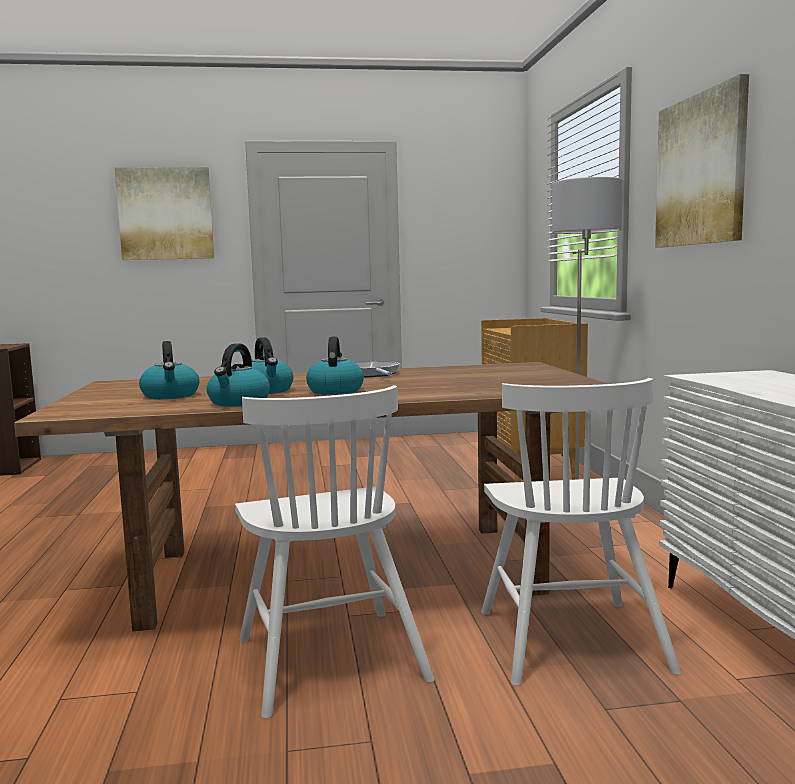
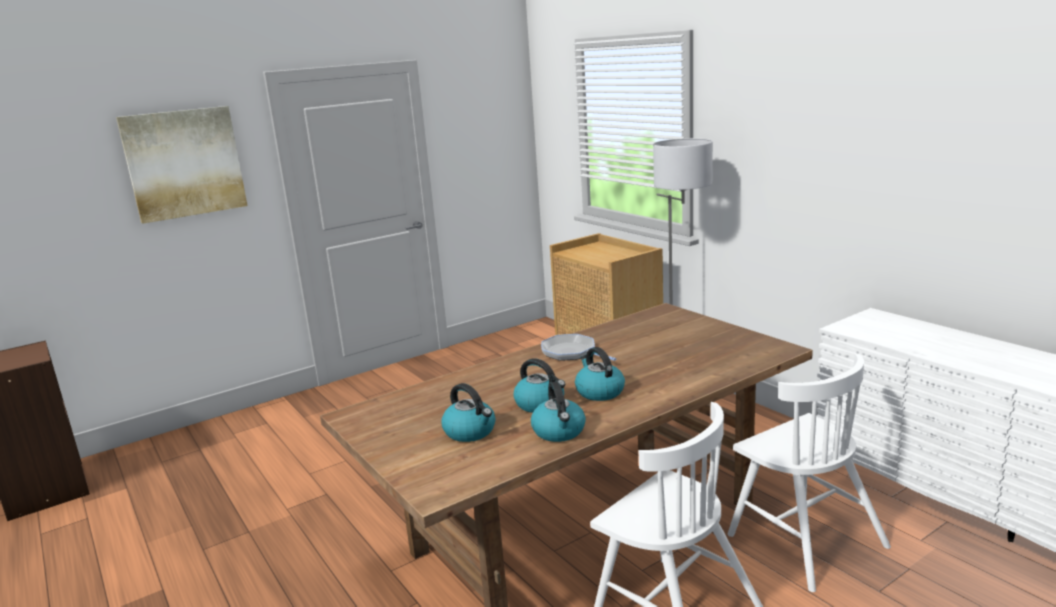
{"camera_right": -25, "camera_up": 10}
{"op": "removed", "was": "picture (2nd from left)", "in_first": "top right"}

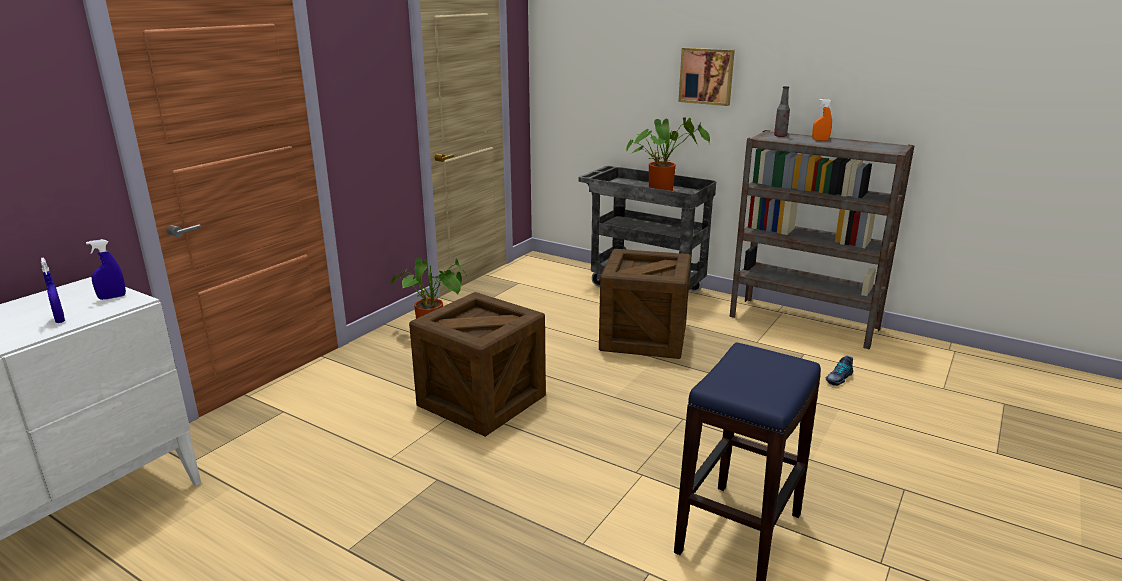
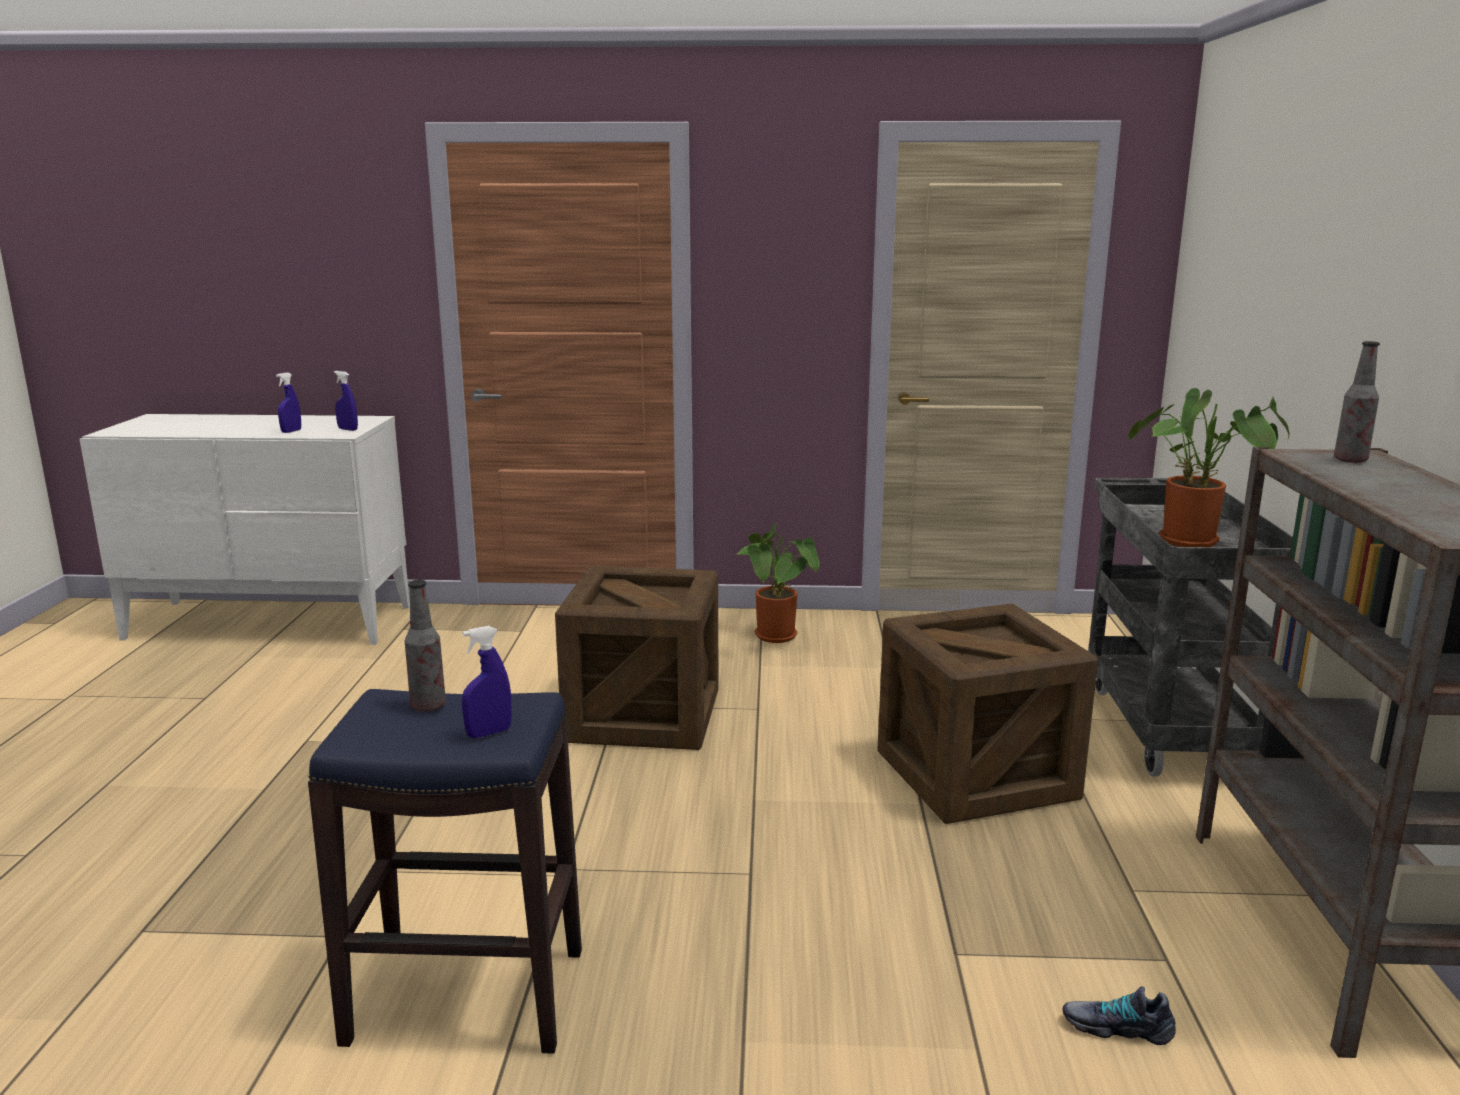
{"camera_right": 60, "camera_up": -5}
{"op": "removed", "was": "picture", "in_first": "top centre"}
{"op": "removed", "was": "spray bottle (orange)", "in_first": "top right"}
{"op": "added", "now": "bottle (1st from left)", "in_second": "middle left"}
{"op": "added", "now": "spray bottle (blue) (3rd from left)", "in_second": "centre"}

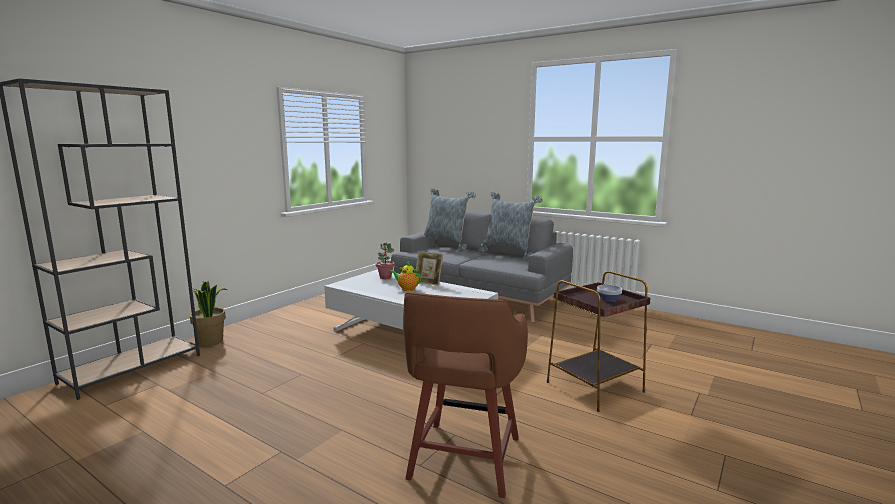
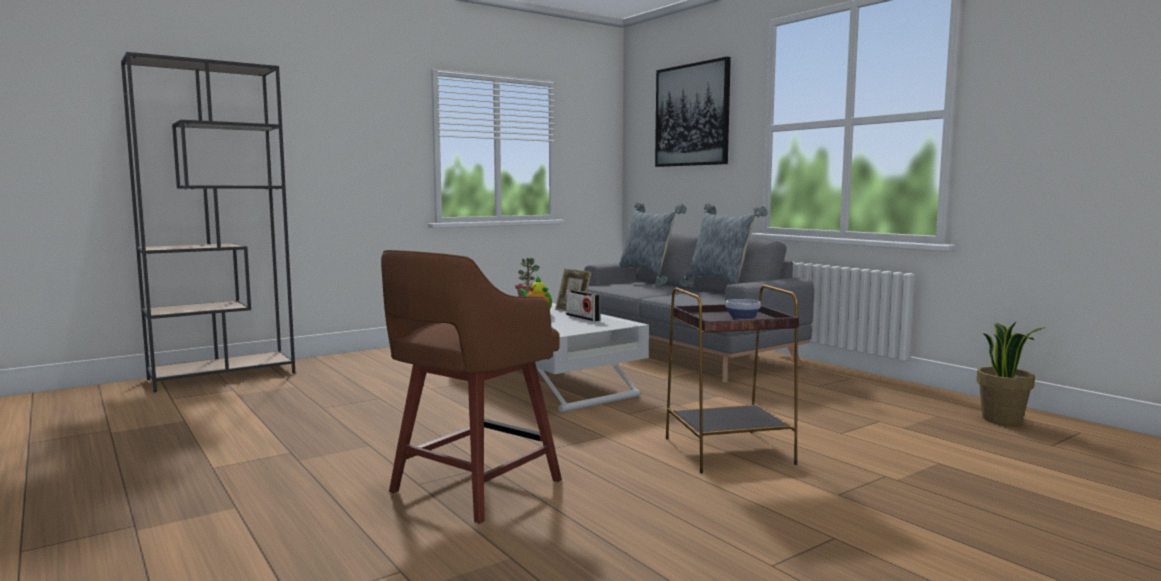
{"camera_right": 20, "camera_up": -5}
{"op": "moved", "was": "potted plant (1st from left in the first image)", "now": "potted plant (2nd from left)", "in_first": "middle left", "in_second": "middle right"}
{"op": "added", "now": "picture", "in_second": "top centre"}
{"op": "added", "now": "radio", "in_second": "centre"}

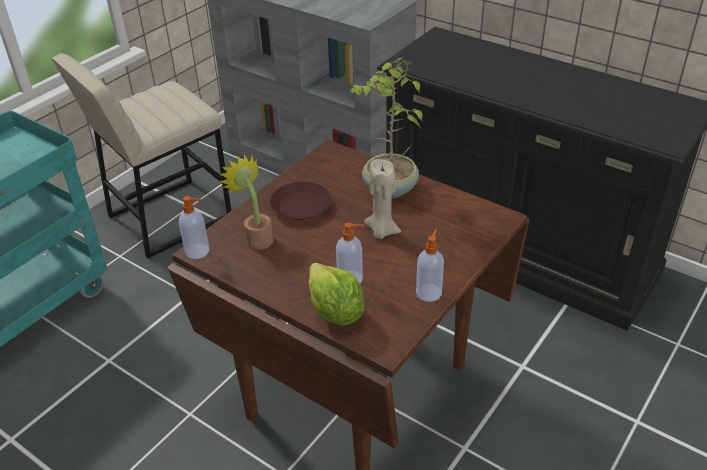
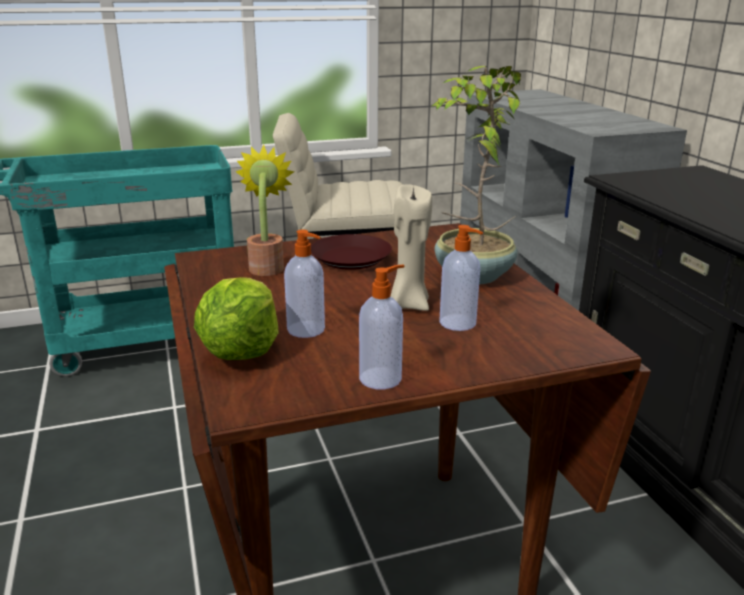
{"camera_right": 35, "camera_up": -15}
{"op": "moved", "was": "soap dispenser (1st from left in the first image)", "now": "soap dispenser (3rd from left)", "in_first": "middle left", "in_second": "centre"}

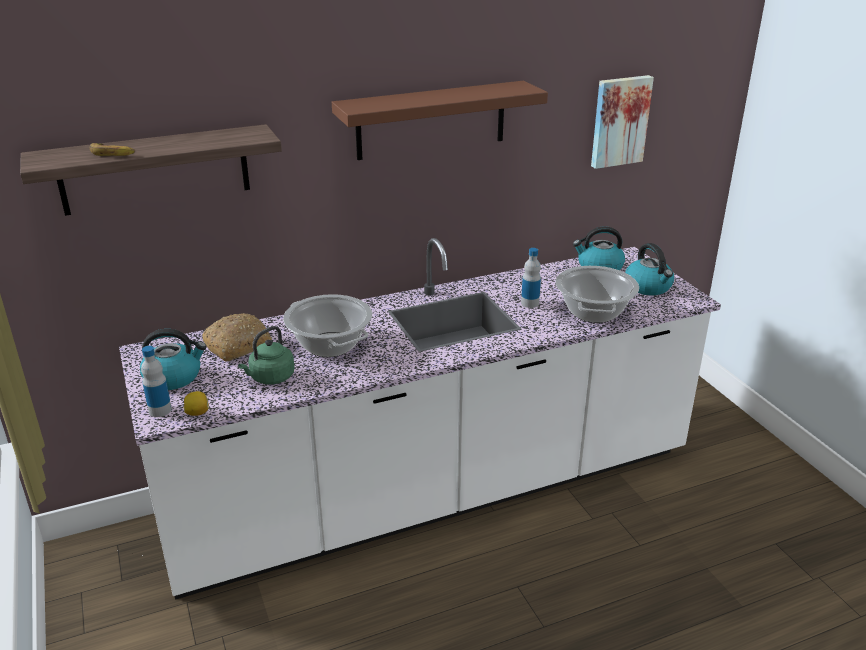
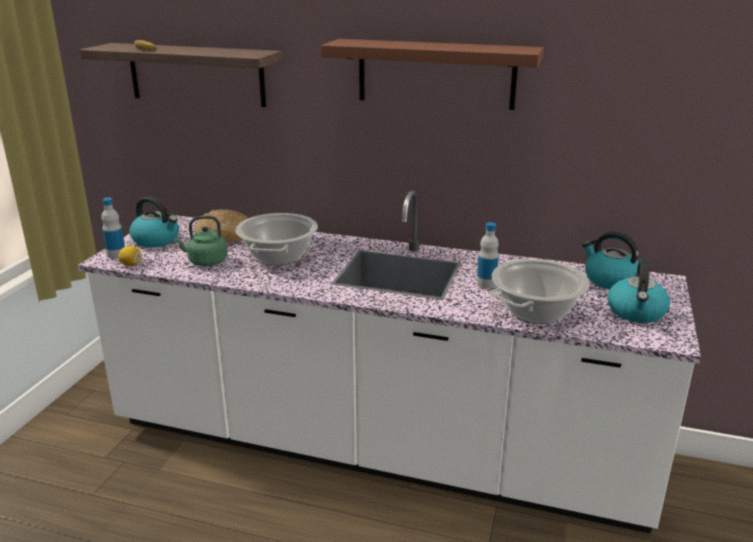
{"camera_right": 40, "camera_up": -5}
{"op": "removed", "was": "picture", "in_first": "top right"}

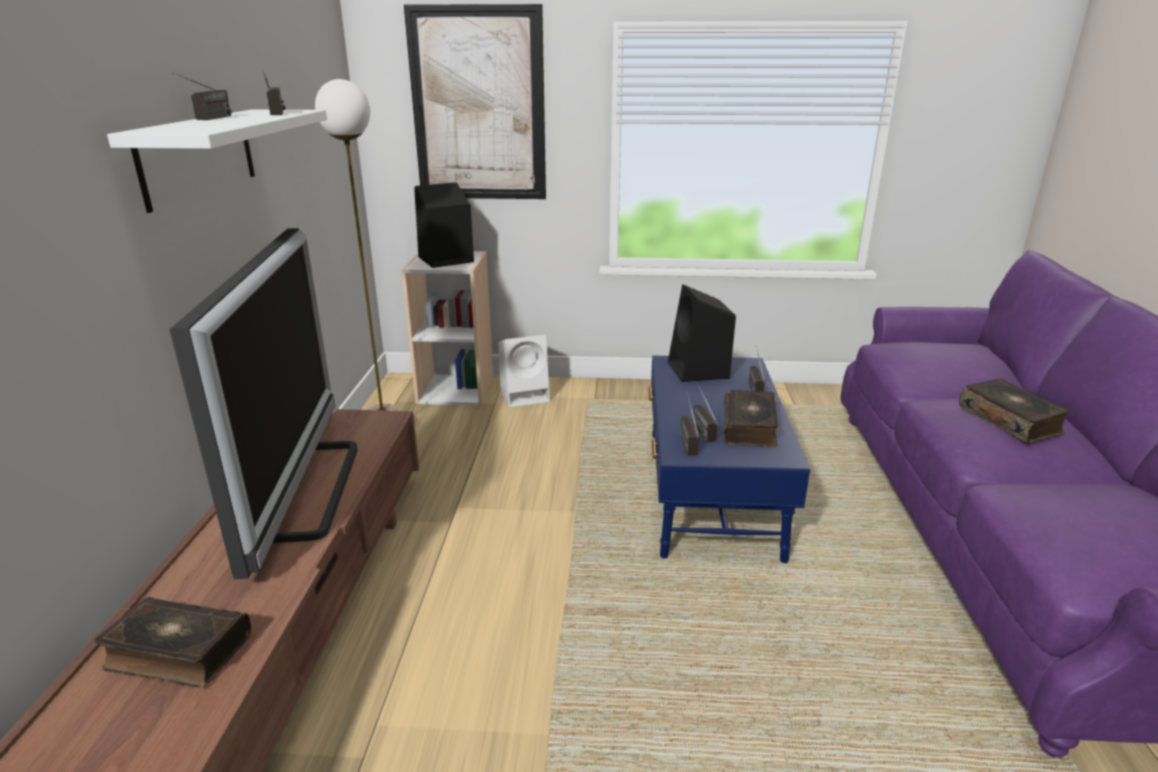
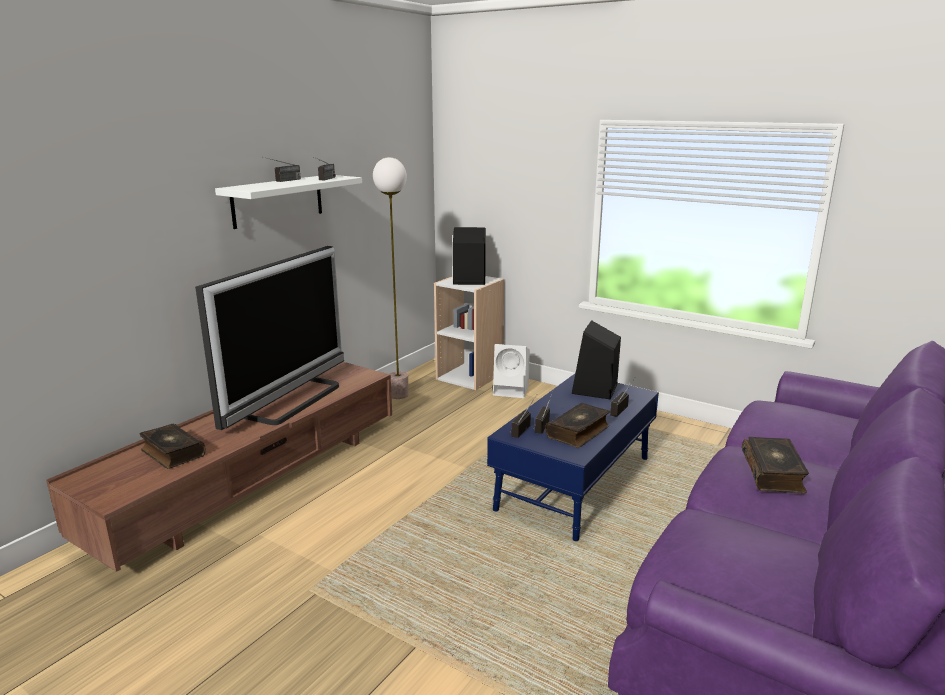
{"camera_right": 30, "camera_up": -5}
{"op": "removed", "was": "picture", "in_first": "top centre"}

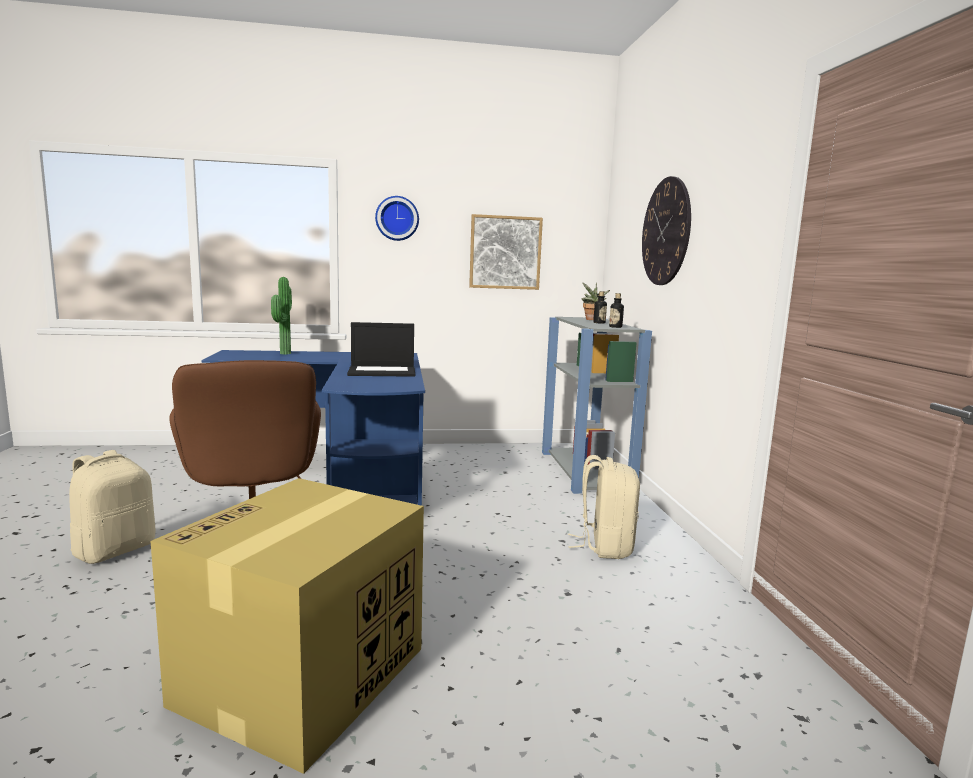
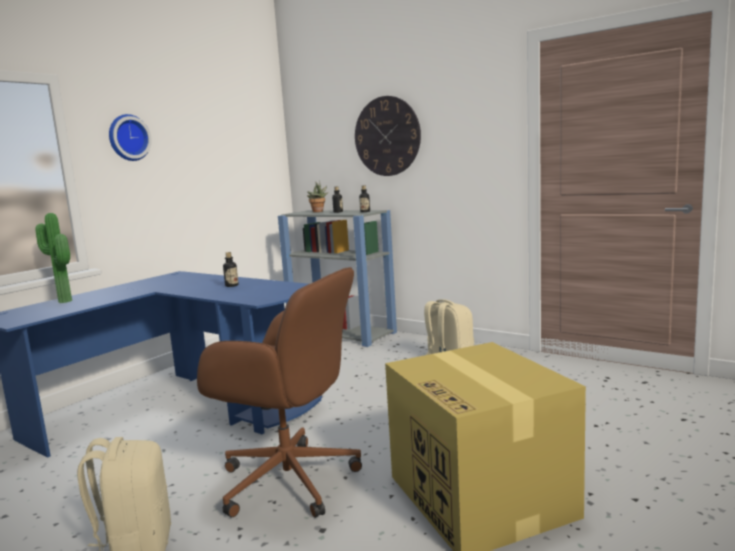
{"camera_right": -45, "camera_up": 0}
{"op": "removed", "was": "picture", "in_first": "top centre"}
{"op": "replaced", "was": "laptop", "now": "bottle (1st from left)", "in_first": "centre", "in_second": "middle left"}

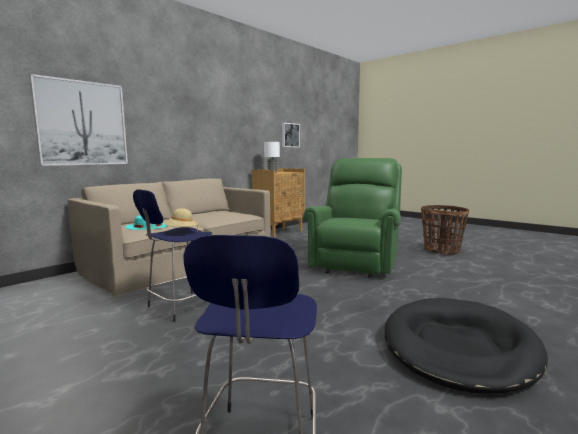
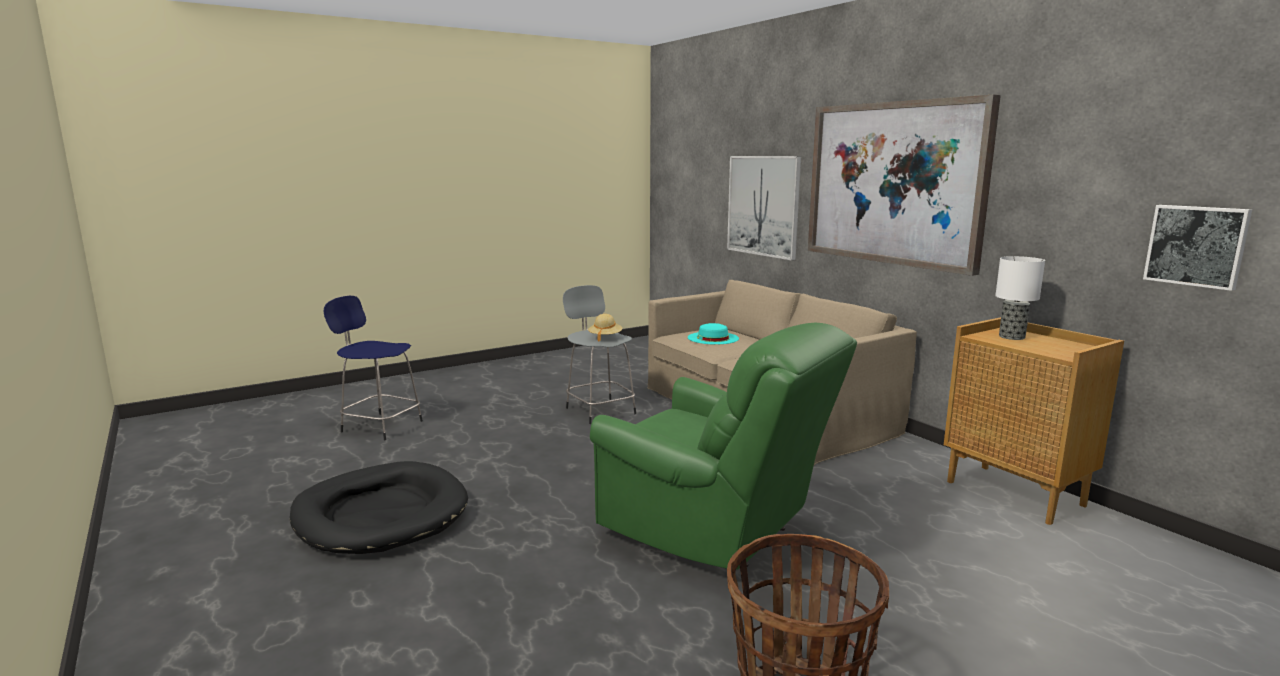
{"camera_right": 105, "camera_up": 5}
{"op": "recoloured", "was": "stool (blue) (1st from left)", "now": "stool (grey)", "in_first": "middle left", "in_second": "centre"}
{"op": "added", "now": "picture (2nd from left)", "in_second": "top right"}

